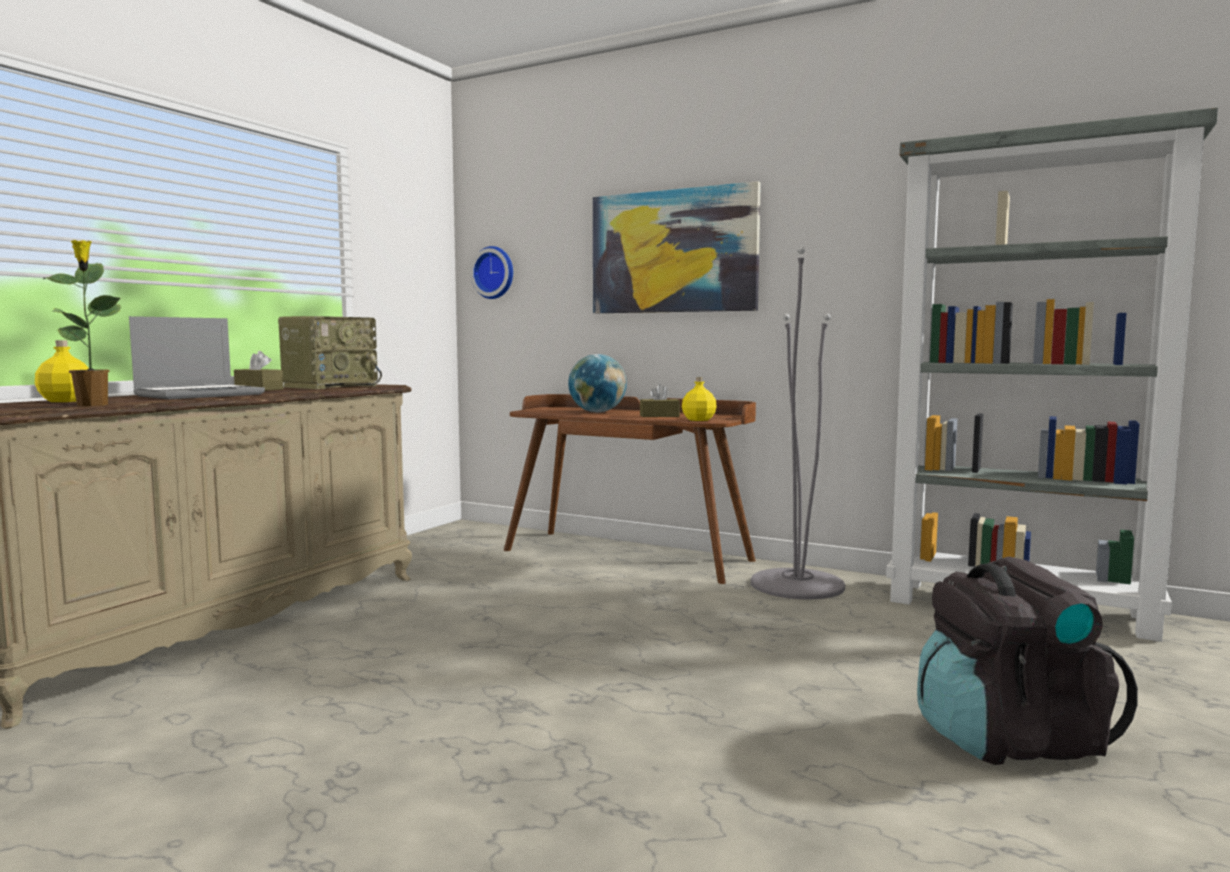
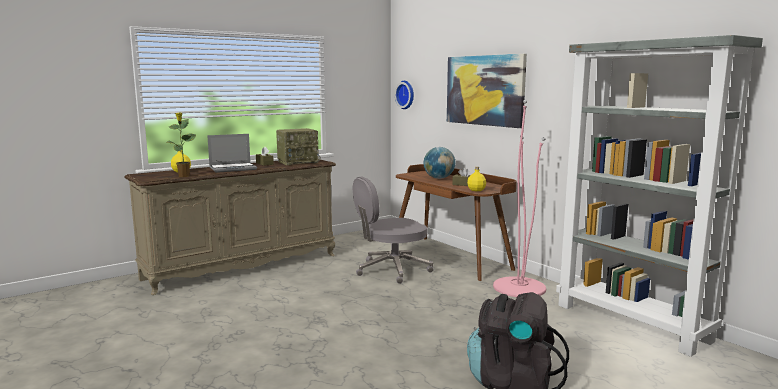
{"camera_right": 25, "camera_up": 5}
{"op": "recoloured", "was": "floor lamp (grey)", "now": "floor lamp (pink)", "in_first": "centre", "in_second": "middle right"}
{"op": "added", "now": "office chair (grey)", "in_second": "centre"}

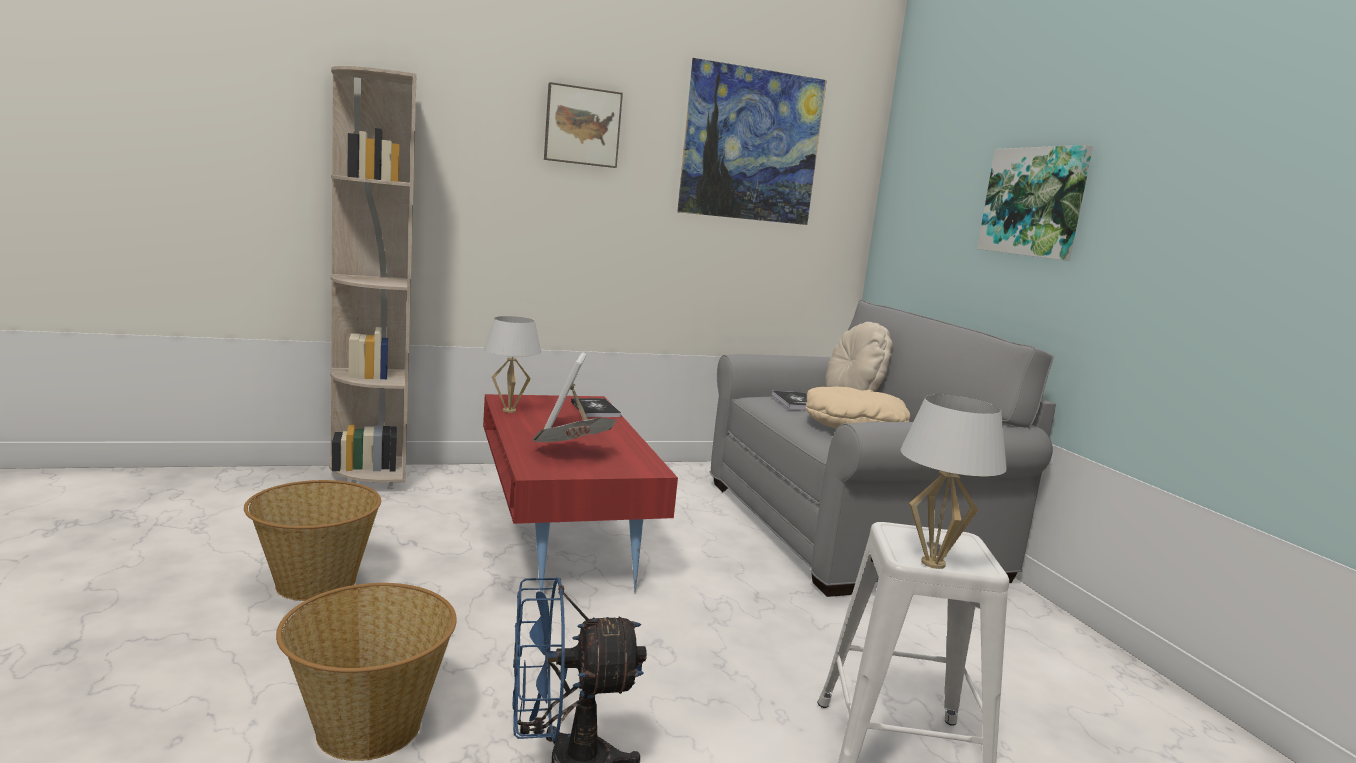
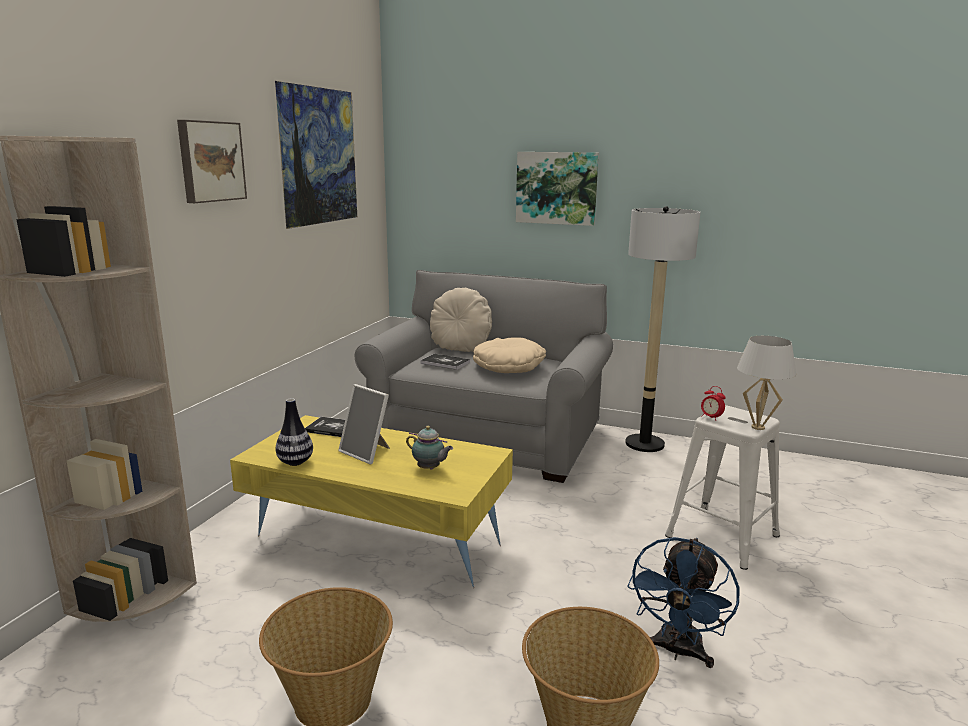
{"camera_right": -50, "camera_up": 5}
{"op": "replaced", "was": "table lamp (white) (1st from left)", "now": "vase", "in_first": "centre", "in_second": "middle left"}
{"op": "recoloured", "was": "coffee table (red)", "now": "coffee table (yellow)", "in_first": "centre", "in_second": "bottom centre"}
{"op": "replaced", "was": "newspaper", "now": "teapot", "in_first": "centre", "in_second": "centre"}
{"op": "added", "now": "floor lamp", "in_second": "middle right"}
{"op": "added", "now": "alarm clock", "in_second": "middle right"}

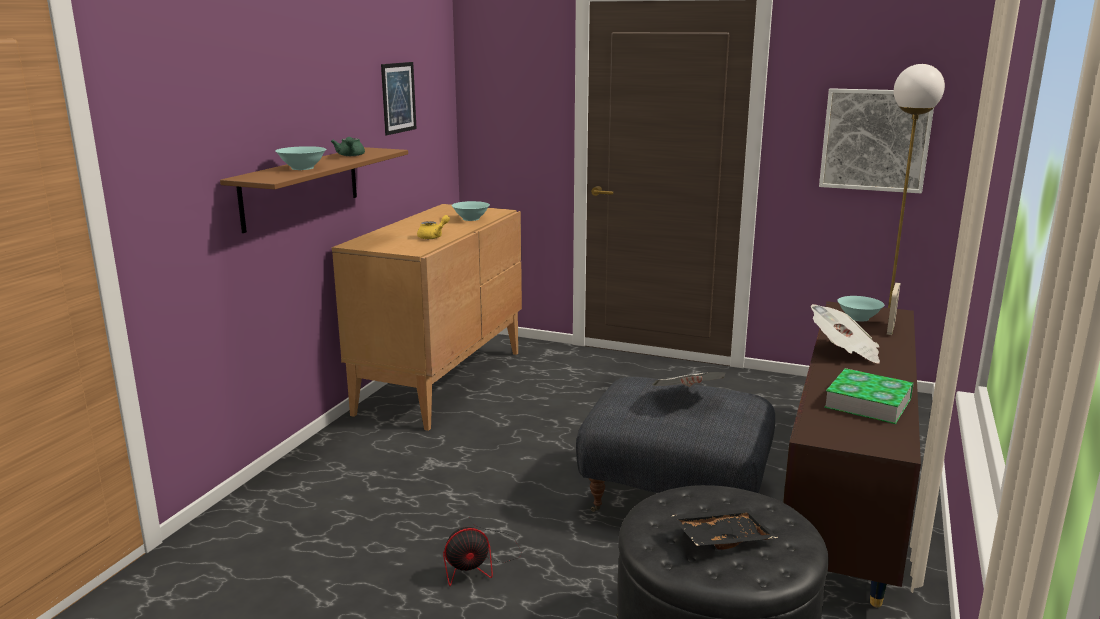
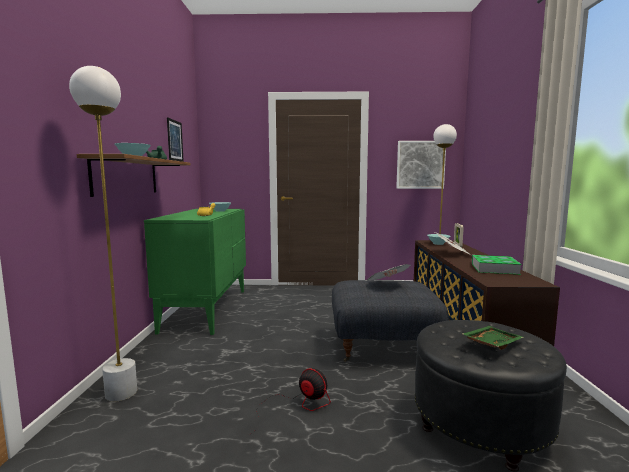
{"camera_right": -20, "camera_up": -10}
{"op": "recoloured", "was": "cabinet (brown)", "now": "cabinet (green)", "in_first": "centre", "in_second": "middle left"}
{"op": "recoloured", "was": "tray (black)", "now": "tray (green)", "in_first": "bottom centre", "in_second": "bottom right"}
{"op": "turned", "was": "fan", "in_first": "bottom centre", "in_second": "bottom centre", "clockwise": -105}
{"op": "added", "now": "floor lamp (white) (1st from left)", "in_second": "middle left"}

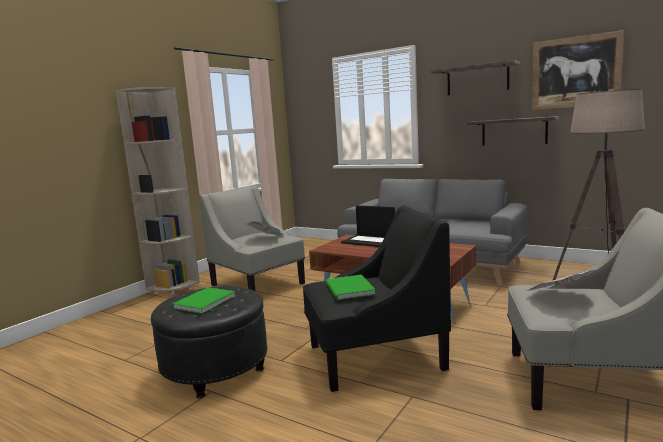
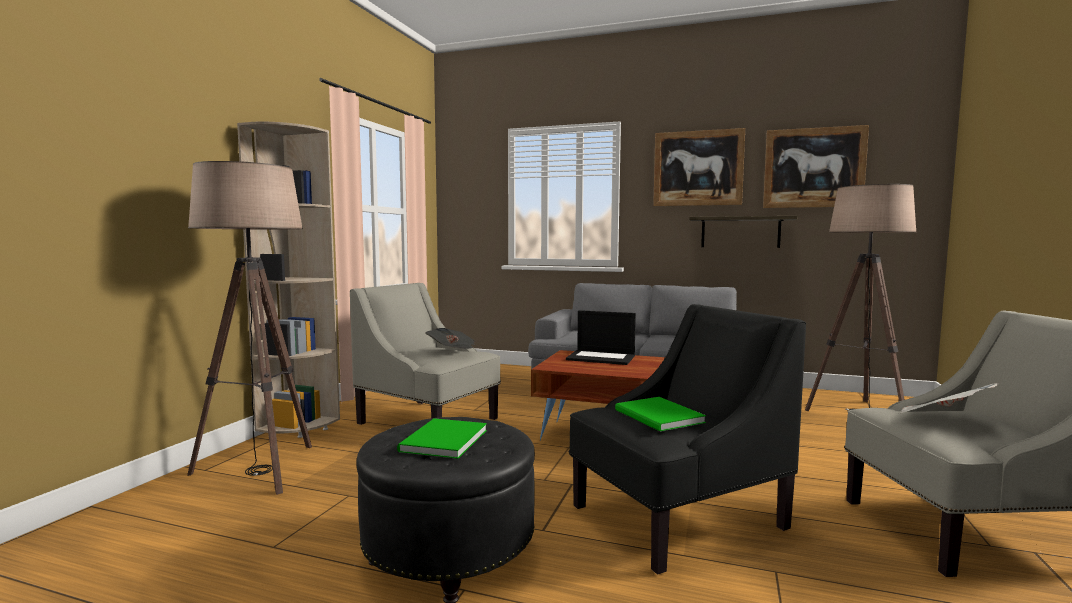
{"camera_right": -15, "camera_up": -5}
{"op": "replaced", "was": "shelf (1st from left)", "now": "picture (1st from left)", "in_first": "top right", "in_second": "top centre"}
{"op": "added", "now": "floor lamp (1st from left)", "in_second": "middle left"}

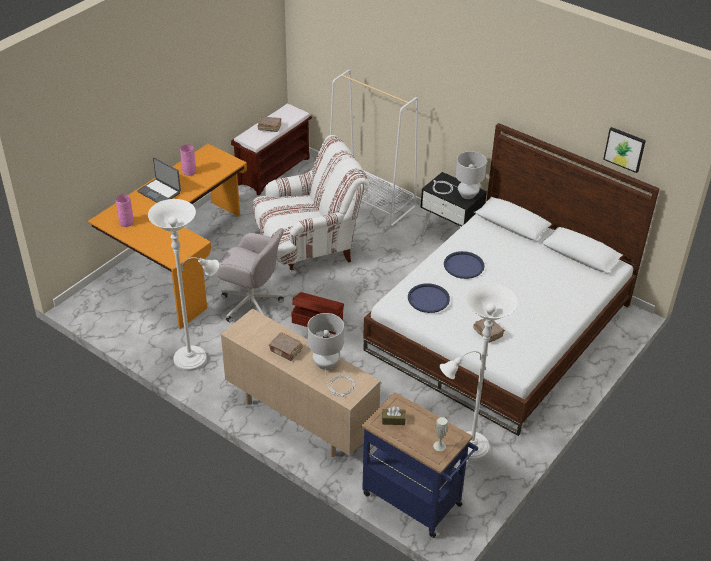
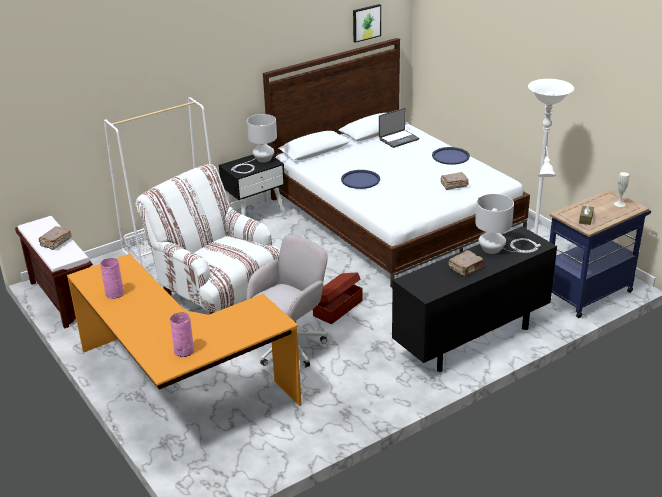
{"camera_right": -70, "camera_up": -10}
{"op": "turned", "was": "armchair (white)", "in_first": "centre", "in_second": "middle left", "clockwise": -45}
{"op": "moved", "was": "laptop", "in_first": "top left", "in_second": "top centre"}
{"op": "removed", "was": "floor lamp (white) (1st from left)", "in_first": "middle left"}
{"op": "moved", "was": "tray (blue) (1st from left in the first image)", "now": "tray (blue) (2nd from left)", "in_first": "centre", "in_second": "top right"}
{"op": "recoloured", "was": "dresser (beige)", "now": "dresser (black)", "in_first": "bottom centre", "in_second": "middle right"}

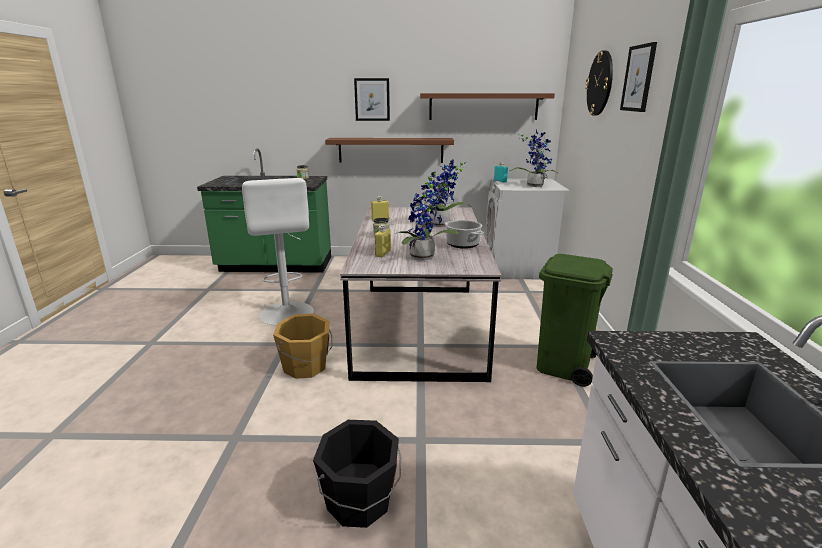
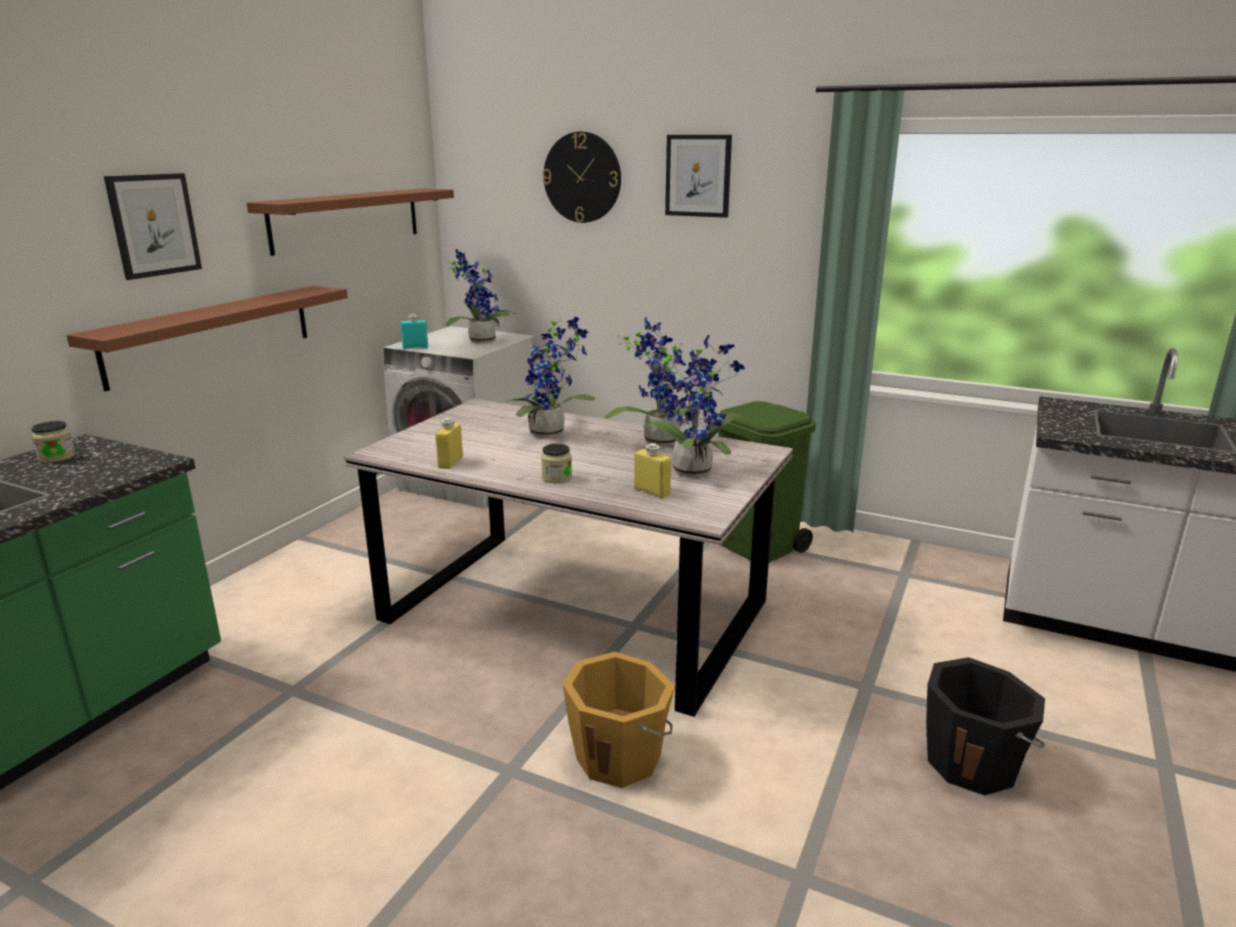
{"camera_right": -65, "camera_up": 0}
{"op": "removed", "was": "stool (white)", "in_first": "centre"}
{"op": "replaced", "was": "cooking pot", "now": "potted plant (3rd from left)", "in_first": "centre", "in_second": "centre"}

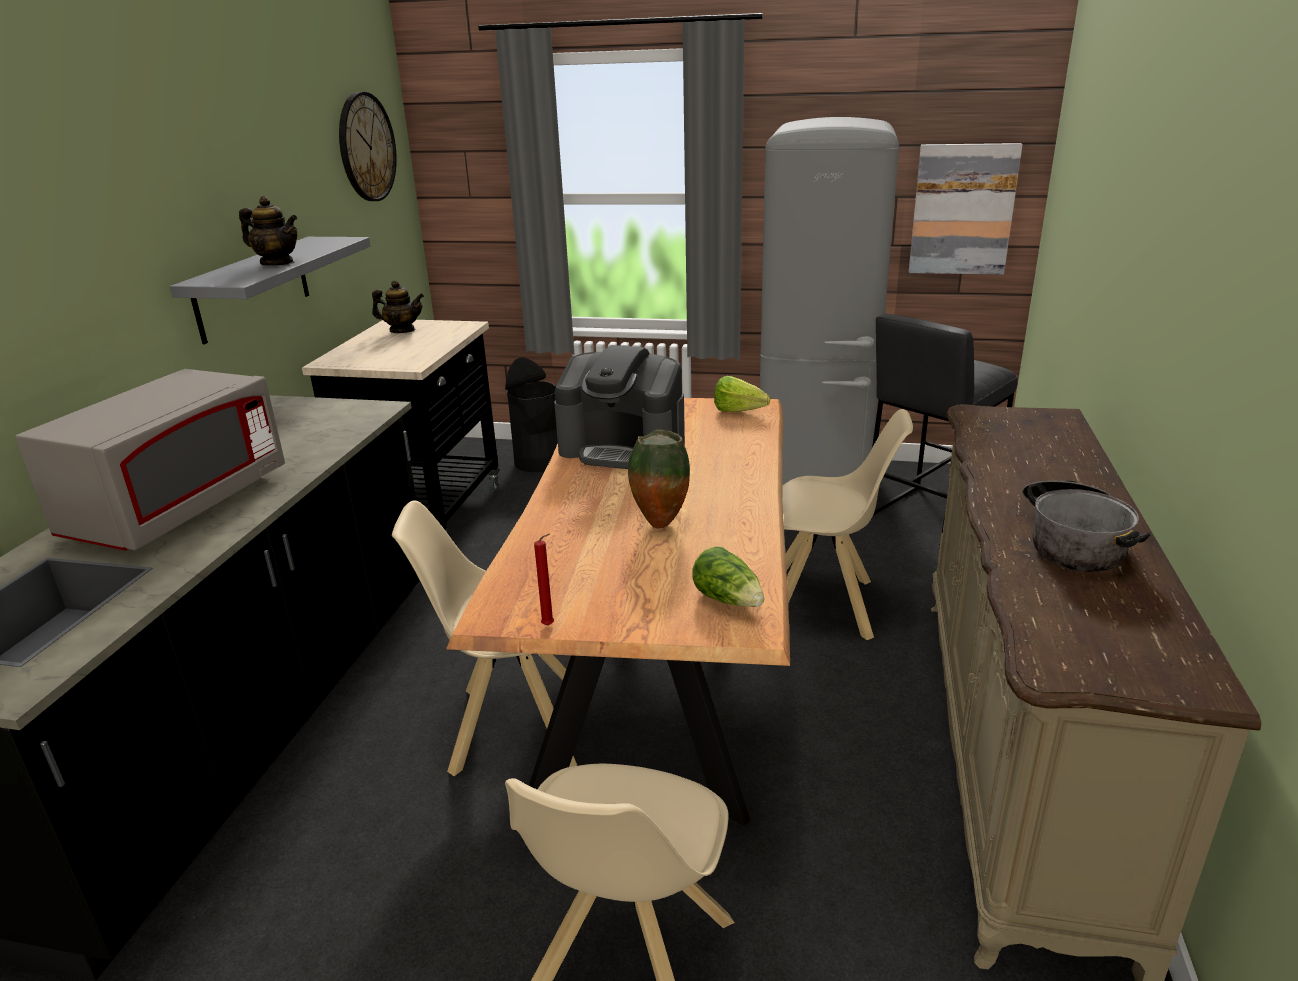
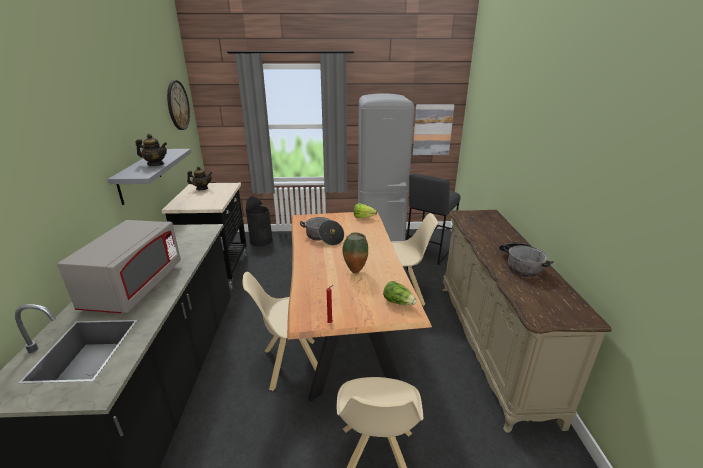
{"camera_right": -15, "camera_up": 0}
{"op": "replaced", "was": "coffee machine", "now": "cooking pot (1st from left)", "in_first": "centre", "in_second": "centre"}

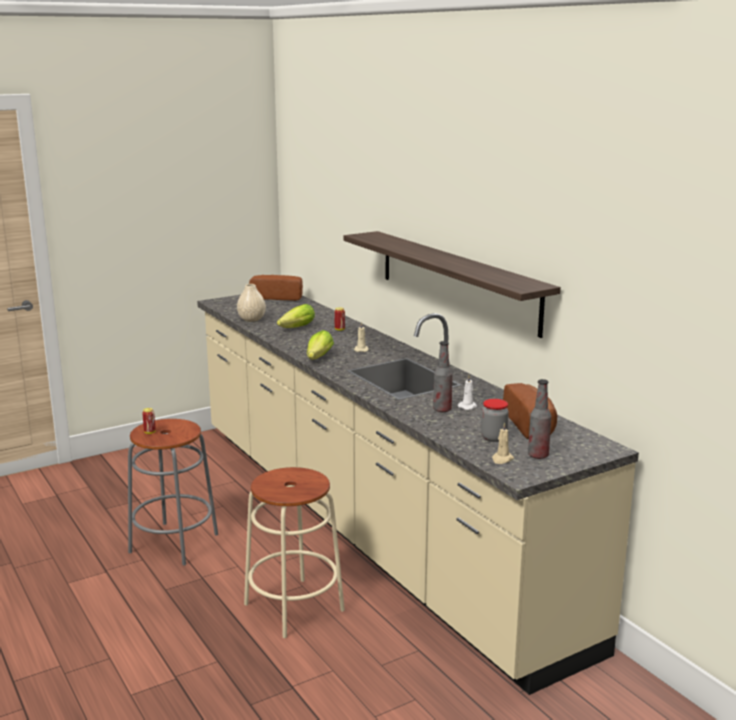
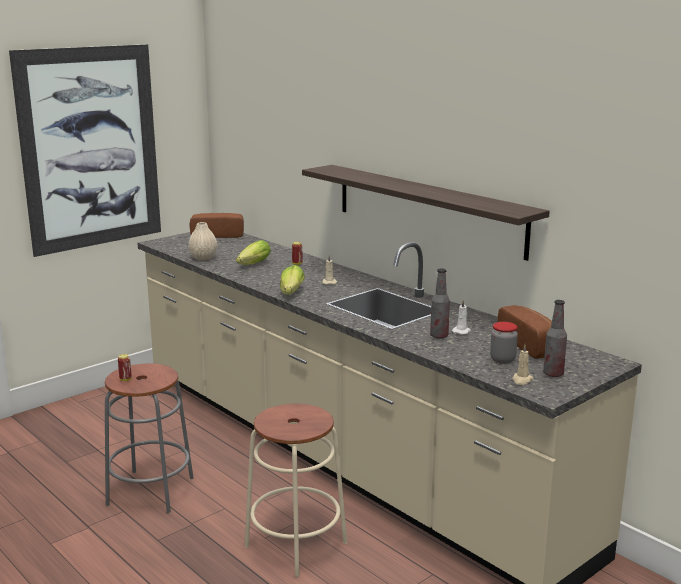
{"camera_right": -10, "camera_up": 0}
{"op": "added", "now": "picture", "in_second": "top left"}

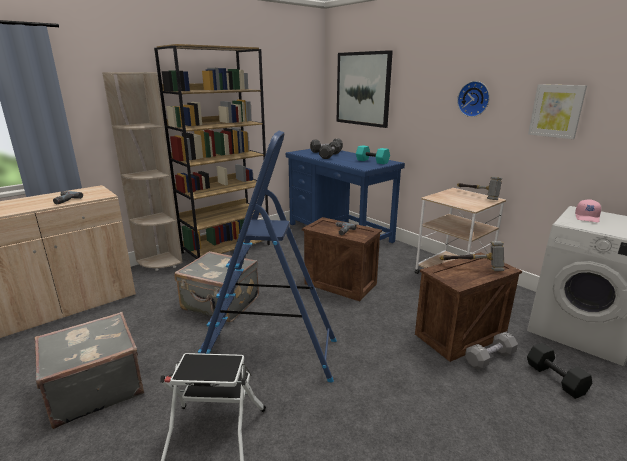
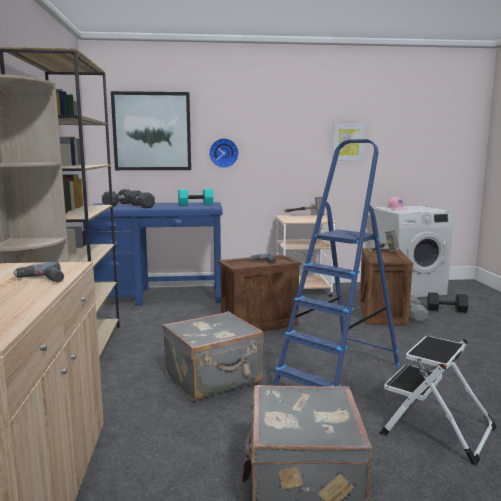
{"camera_right": -55, "camera_up": -10}
{"op": "moved", "was": "wall clock", "in_first": "top right", "in_second": "top centre"}

